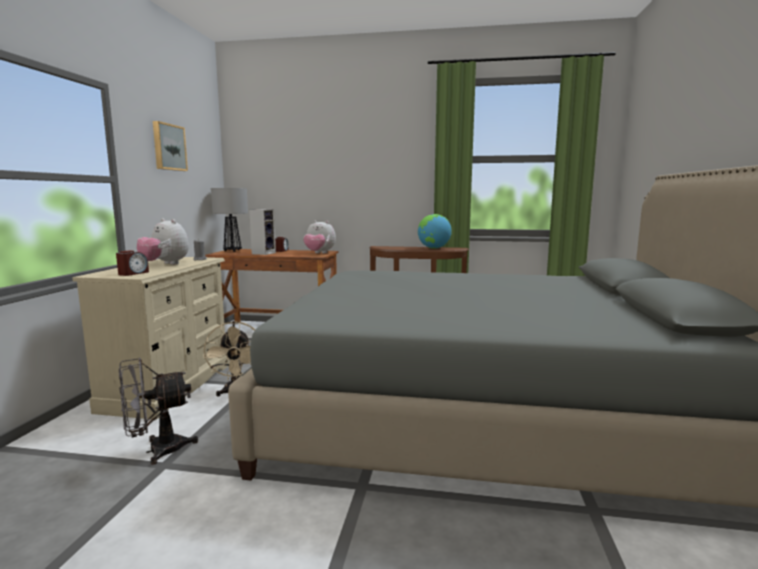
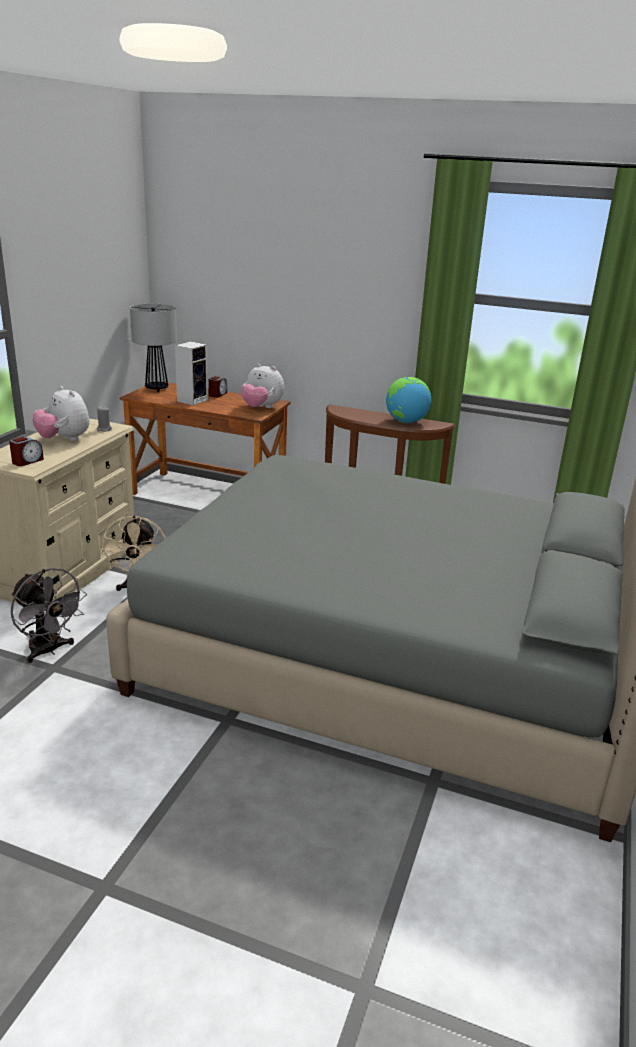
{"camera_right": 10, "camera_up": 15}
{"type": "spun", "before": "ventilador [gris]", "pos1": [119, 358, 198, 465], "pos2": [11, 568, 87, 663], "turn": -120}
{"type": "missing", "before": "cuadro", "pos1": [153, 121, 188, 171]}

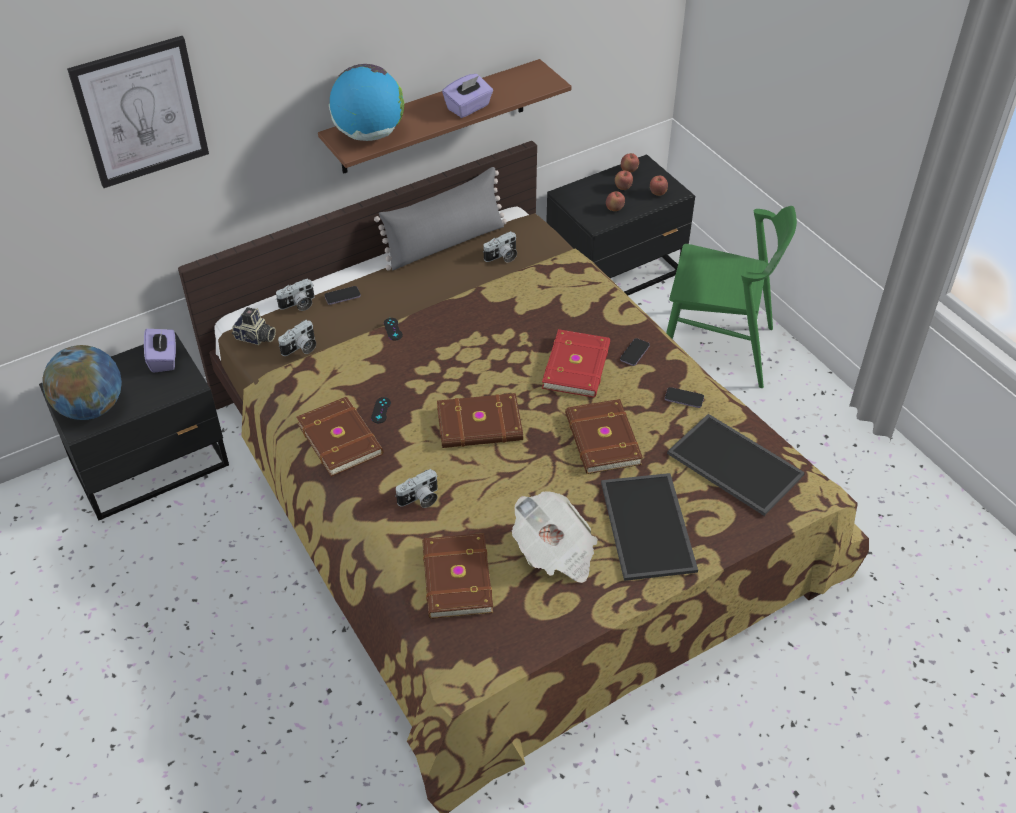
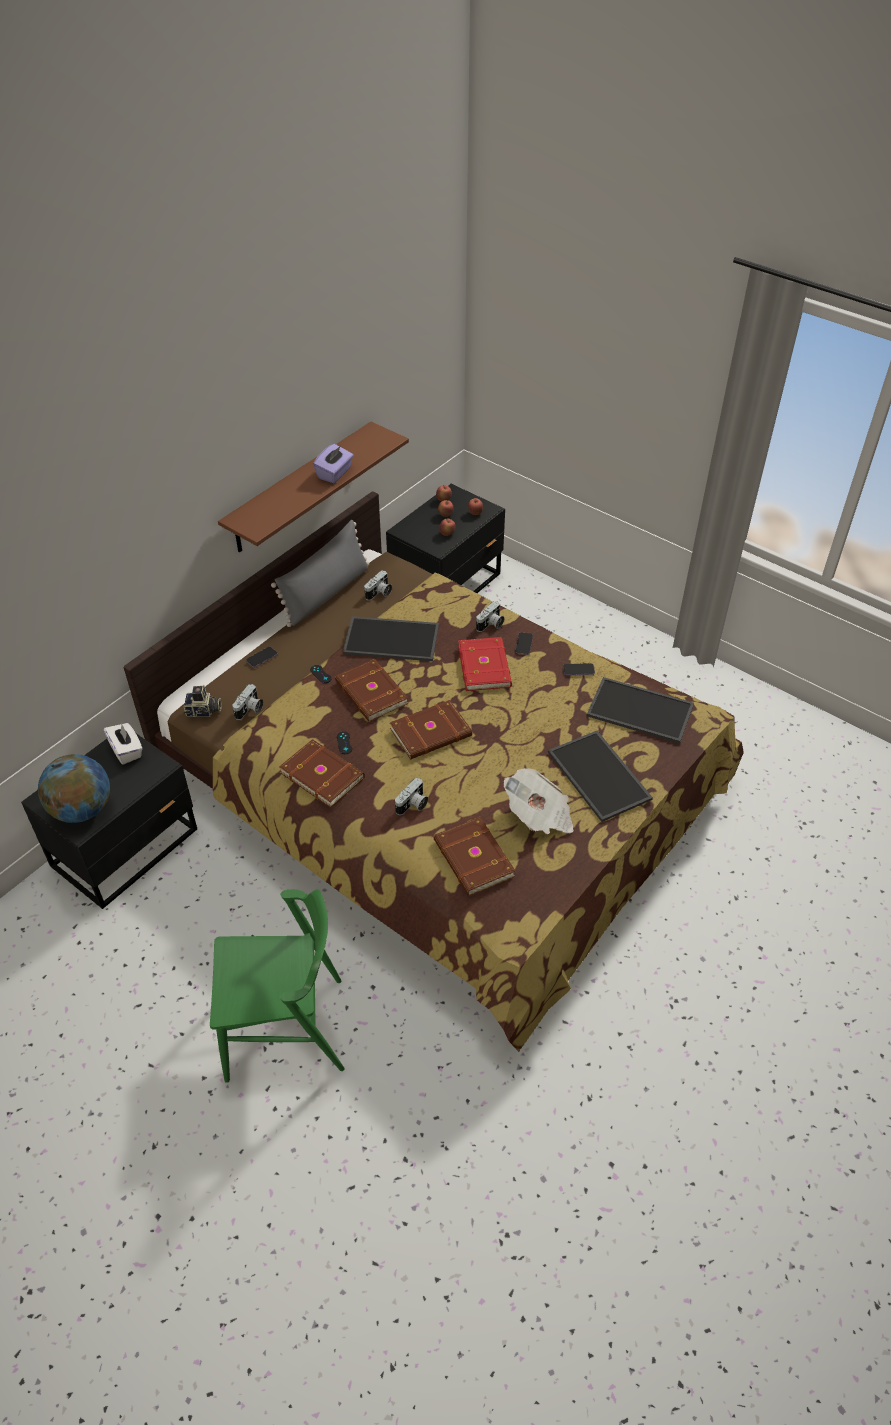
{"camera_right": -20, "camera_up": 0}
{"type": "colour", "before": "caja de pañuelos [morado]", "after": "caja de pañuelos [blanco]", "pos1": [144, 329, 176, 373], "pos2": [104, 723, 142, 765]}
{"type": "relocated", "before": "silla [verde]", "pos1": [666, 206, 797, 388], "pos2": [210, 889, 345, 1083]}
{"type": "relocated", "before": "libro [marrón]", "pos1": [565, 399, 643, 474], "pos2": [335, 659, 408, 722]}
{"type": "appeared", "after": "bandeja", "pos2": [343, 616, 439, 661]}
{"type": "relocated", "before": "cámara", "pos1": [276, 278, 315, 311], "pos2": [476, 601, 504, 632]}
{"type": "missing", "before": "cuadro", "pos1": [67, 36, 209, 188]}
{"type": "missing", "before": "globo terráqueo", "pos1": [329, 64, 404, 141]}

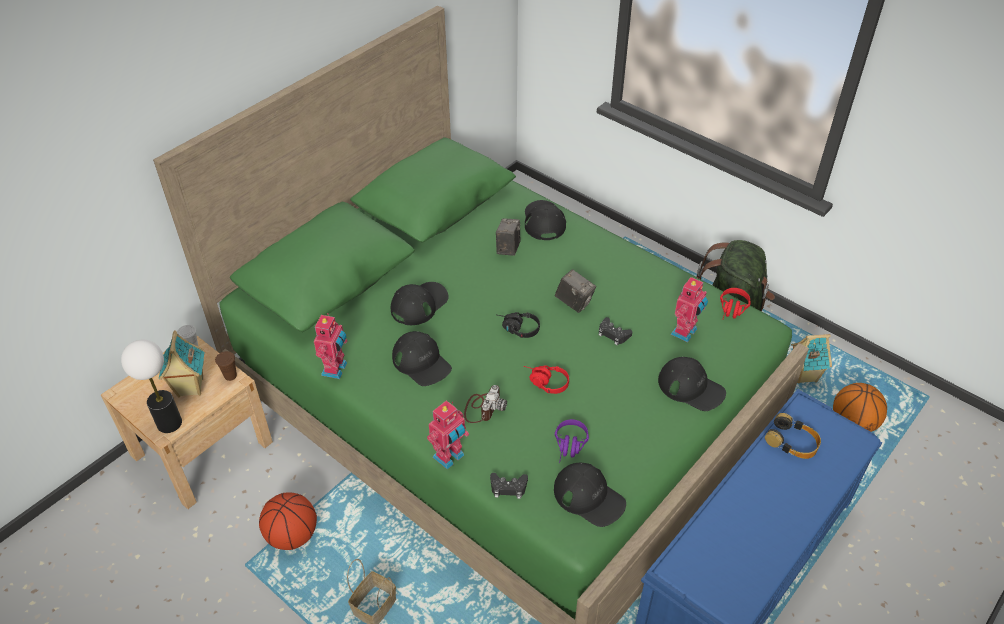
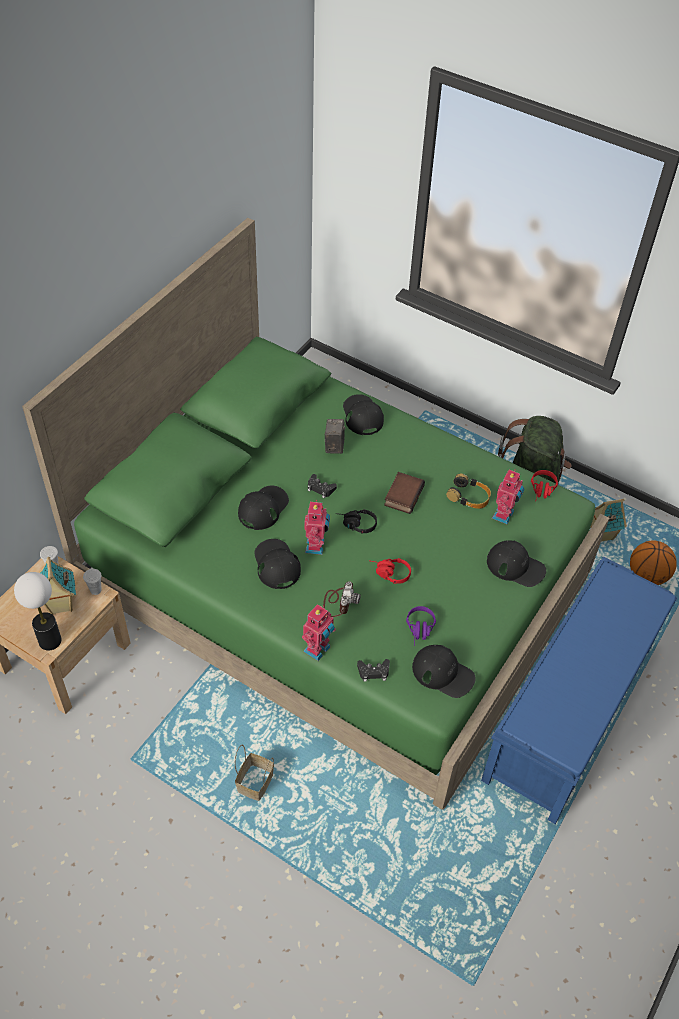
{"camera_right": -10, "camera_up": 5}
{"type": "colour", "before": "taza [marrón]", "after": "taza [blanco]", "pos1": [215, 351, 237, 381], "pos2": [83, 569, 102, 595]}
{"type": "spun", "before": "gorra [negro]", "pos1": [392, 331, 452, 386], "pos2": [254, 539, 301, 589], "turn": -150}
{"type": "relocated", "before": "robot de juguete", "pos1": [314, 313, 348, 379], "pos2": [305, 500, 330, 555]}
{"type": "relocated", "before": "mando de consola [negro]", "pos1": [599, 317, 632, 345], "pos2": [308, 474, 337, 498]}
{"type": "exchanged", "before": "cámara", "after": "libro", "pos1": [555, 269, 596, 313], "pos2": [384, 472, 425, 514]}
{"type": "relocated", "before": "auriculares", "pos1": [765, 413, 821, 459], "pos2": [446, 474, 491, 509]}
{"type": "missing", "before": "balón de baloncesto", "pos1": [259, 492, 317, 550]}

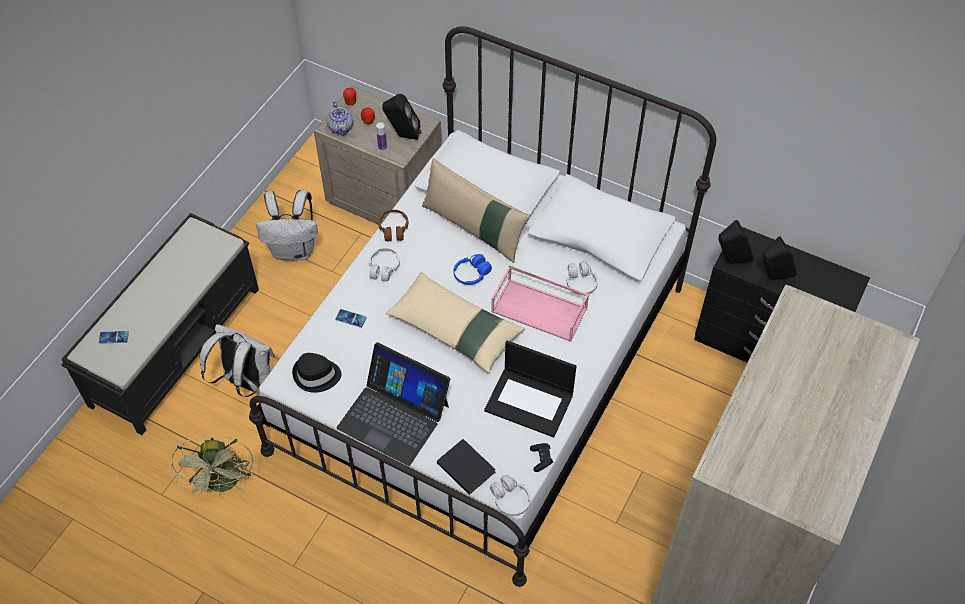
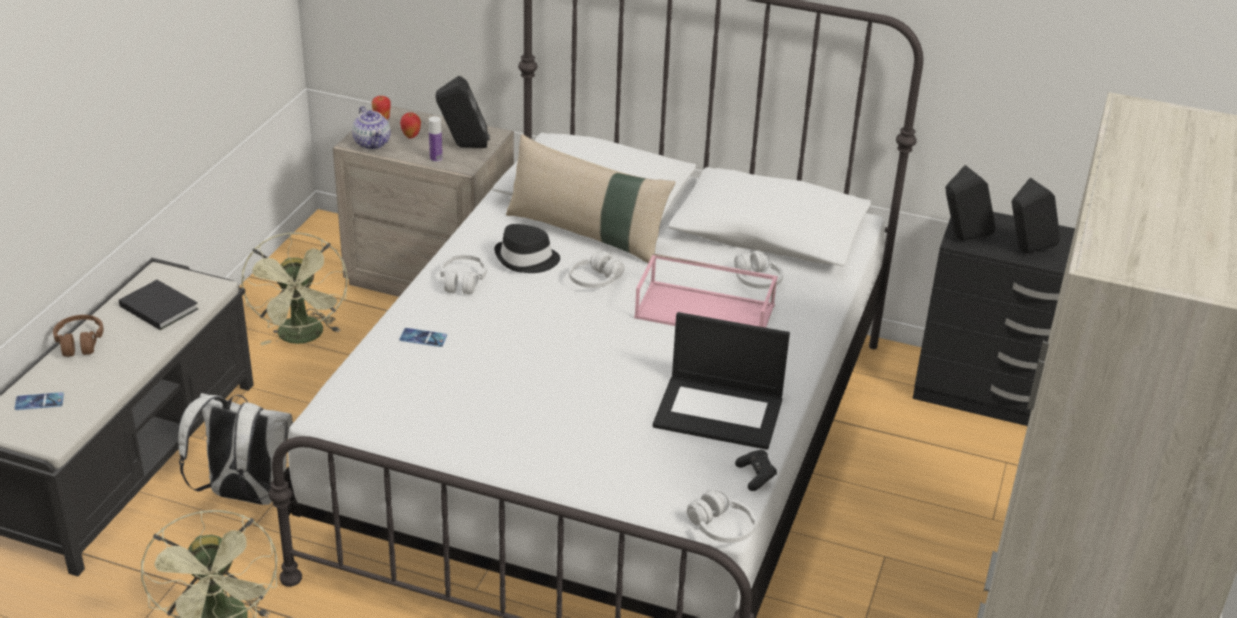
{"camera_right": -10, "camera_up": -20}
{"type": "relocated", "before": "auriculares [marrón]", "pos1": [378, 210, 408, 242], "pos2": [53, 315, 104, 357]}
{"type": "relocated", "before": "libro [negro]", "pos1": [437, 439, 496, 495], "pos2": [119, 280, 198, 330]}
{"type": "exchanged", "before": "mochila [blanco]", "after": "ventilador [verde]", "pos1": [256, 190, 318, 261], "pos2": [241, 232, 348, 345]}
{"type": "relocated", "before": "sombrero [negro]", "pos1": [292, 353, 341, 393], "pos2": [494, 224, 560, 273]}
{"type": "colour", "before": "auriculares [azul]", "after": "auriculares [blanco]", "pos1": [454, 254, 492, 285], "pos2": [569, 251, 625, 288]}
{"type": "missing", "before": "portátil", "pos1": [337, 342, 450, 466]}
{"type": "missing", "before": "cojín [beis]", "pos1": [386, 272, 525, 373]}

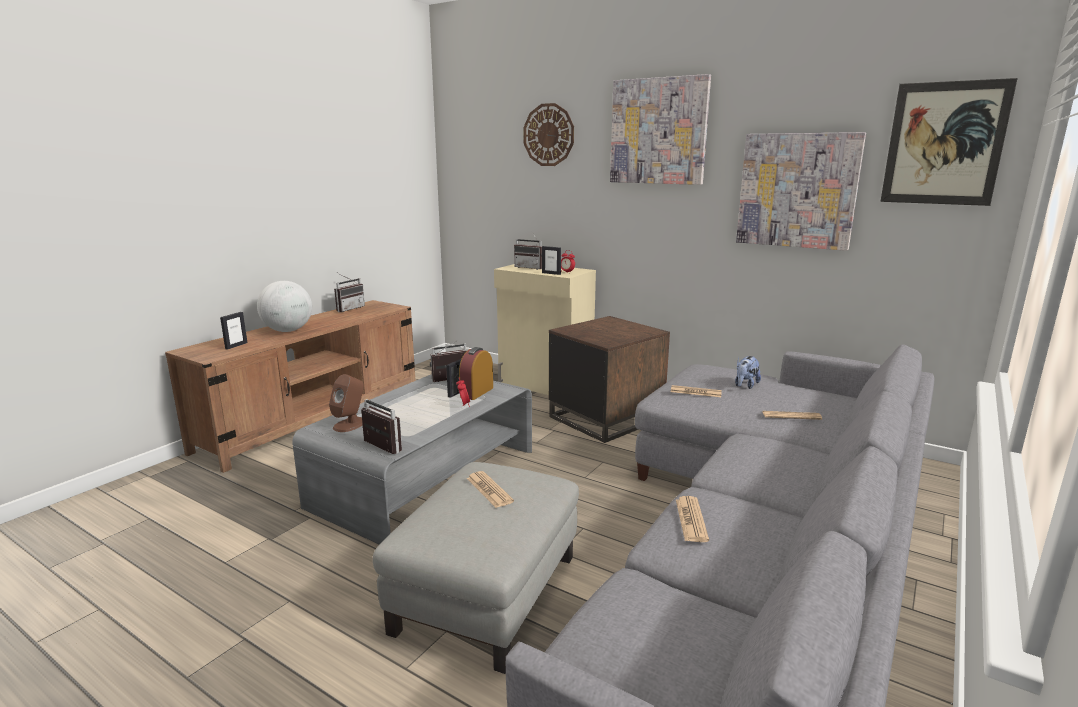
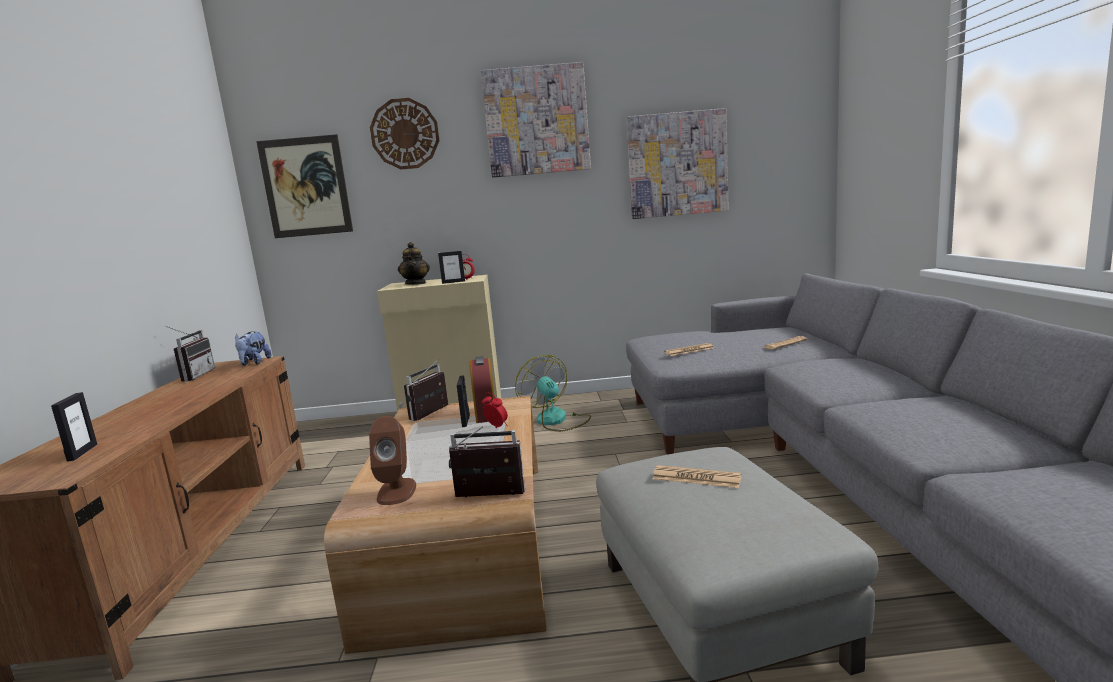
{"camera_right": -35, "camera_up": -5}
{"type": "relocated", "before": "peluche", "pos1": [735, 356, 761, 389], "pos2": [235, 331, 271, 366]}
{"type": "relocated", "before": "cuadro", "pos1": [880, 78, 1018, 206], "pos2": [256, 134, 353, 238]}
{"type": "colour", "before": "mesa de centro [gris]", "after": "mesa de centro [marrón]", "pos1": [292, 374, 532, 544], "pos2": [324, 396, 547, 654]}
{"type": "exchanged", "before": "radio", "after": "tetera", "pos1": [514, 232, 542, 270], "pos2": [398, 242, 430, 285]}
{"type": "exchanged", "before": "mesa auxiliar [marrón]", "after": "ventilador", "pos1": [549, 316, 670, 443], "pos2": [515, 355, 591, 432]}
{"type": "missing", "before": "globo terráqueo", "pos1": [257, 281, 312, 332]}
{"type": "missing", "before": "periódico", "pos1": [676, 496, 709, 542]}

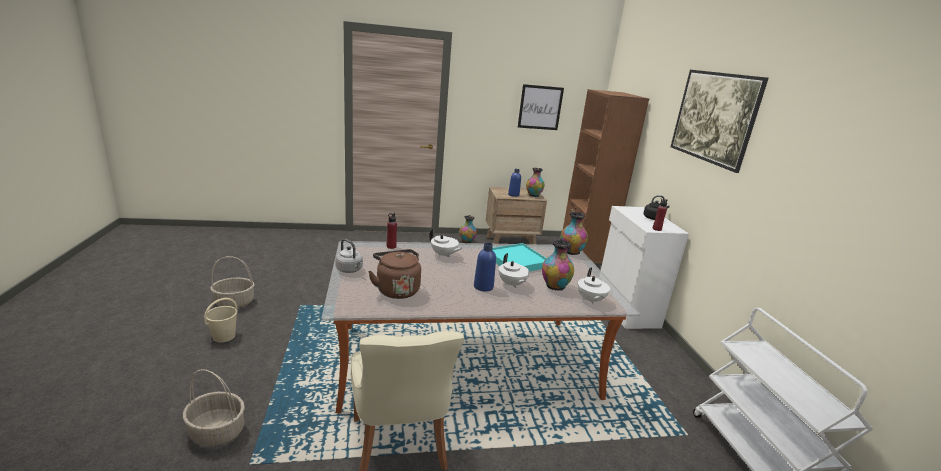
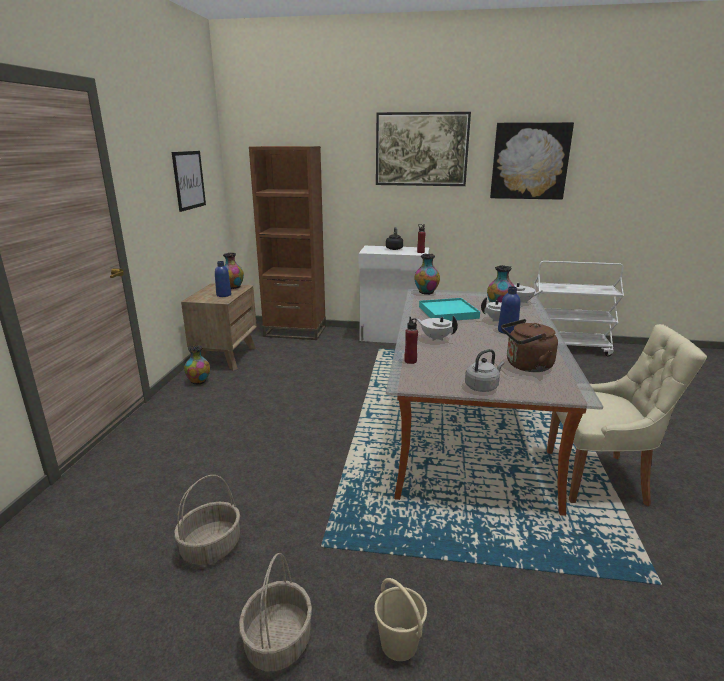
{"camera_right": -70, "camera_up": 0}
{"type": "relocated", "before": "cesta", "pos1": [183, 369, 245, 446], "pos2": [174, 475, 240, 565]}
{"type": "spun", "before": "tetera [blanco]", "pos1": [429, 229, 463, 258], "pos2": [416, 316, 458, 341], "turn": -105}
{"type": "appeared", "after": "cuadro", "pos2": [490, 122, 574, 200]}

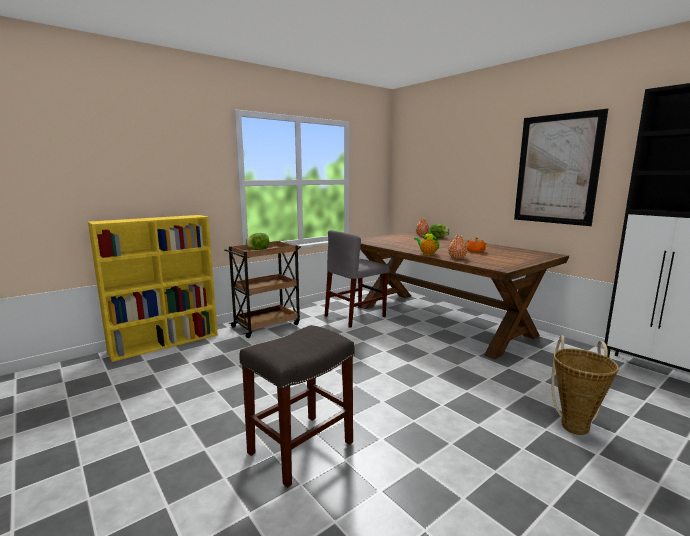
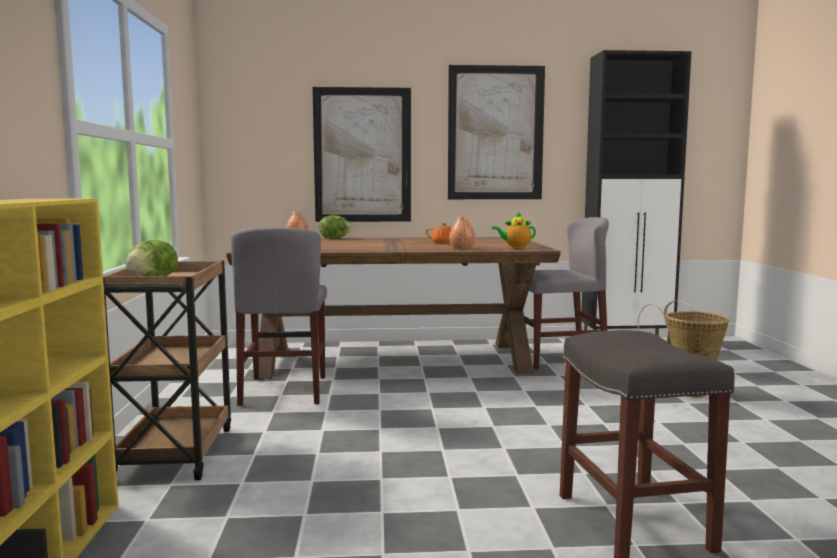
{"camera_right": -55, "camera_up": -5}
{"type": "appeared", "after": "cuadro", "pos2": [312, 87, 411, 222]}
{"type": "relocated", "before": "tetera", "pos1": [414, 230, 439, 255], "pos2": [492, 212, 536, 249]}
{"type": "appeared", "after": "silla [gris]", "pos2": [524, 217, 609, 369]}

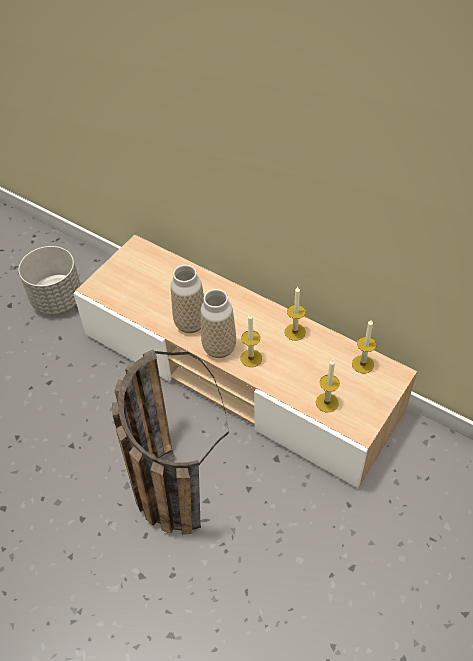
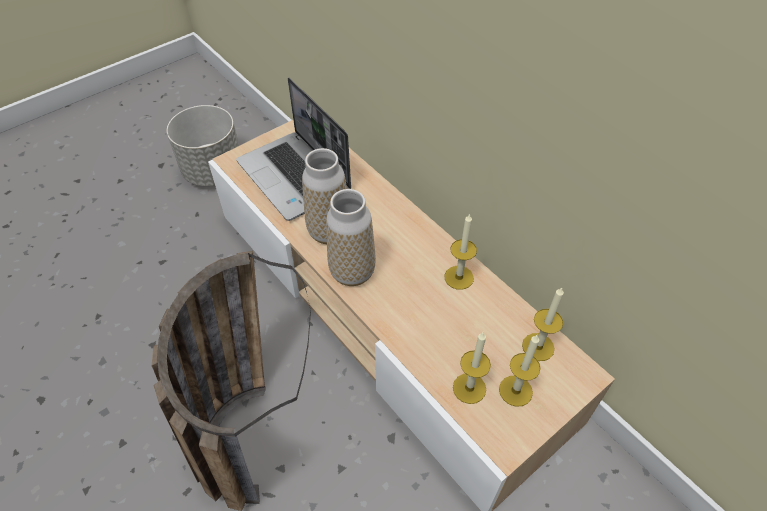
{"camera_right": 15, "camera_up": 0}
{"type": "appeared", "after": "portátil", "pos2": [236, 77, 351, 221]}
{"type": "relocated", "before": "vela", "pos1": [240, 313, 262, 367], "pos2": [499, 335, 541, 407]}

